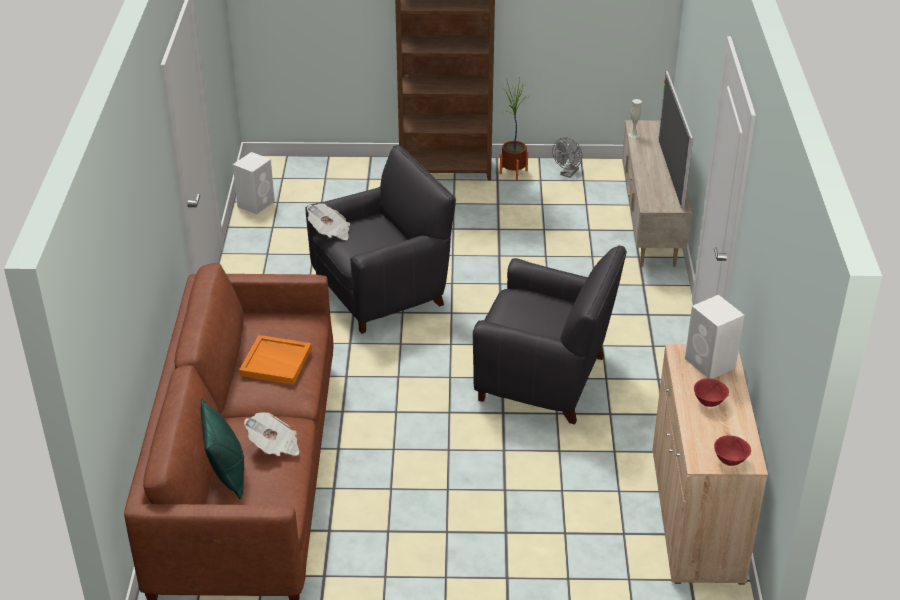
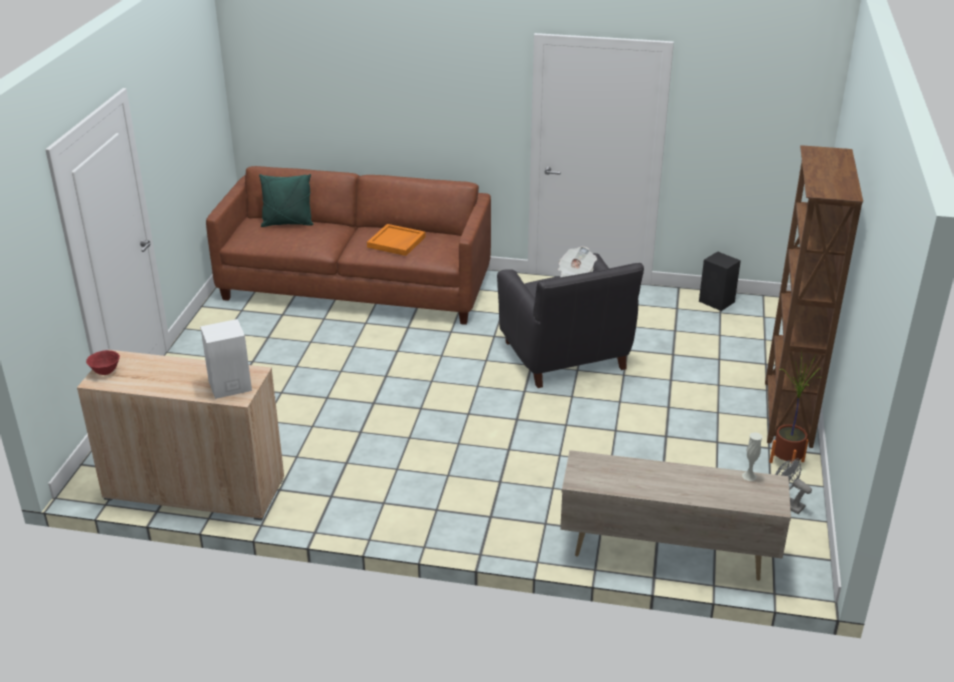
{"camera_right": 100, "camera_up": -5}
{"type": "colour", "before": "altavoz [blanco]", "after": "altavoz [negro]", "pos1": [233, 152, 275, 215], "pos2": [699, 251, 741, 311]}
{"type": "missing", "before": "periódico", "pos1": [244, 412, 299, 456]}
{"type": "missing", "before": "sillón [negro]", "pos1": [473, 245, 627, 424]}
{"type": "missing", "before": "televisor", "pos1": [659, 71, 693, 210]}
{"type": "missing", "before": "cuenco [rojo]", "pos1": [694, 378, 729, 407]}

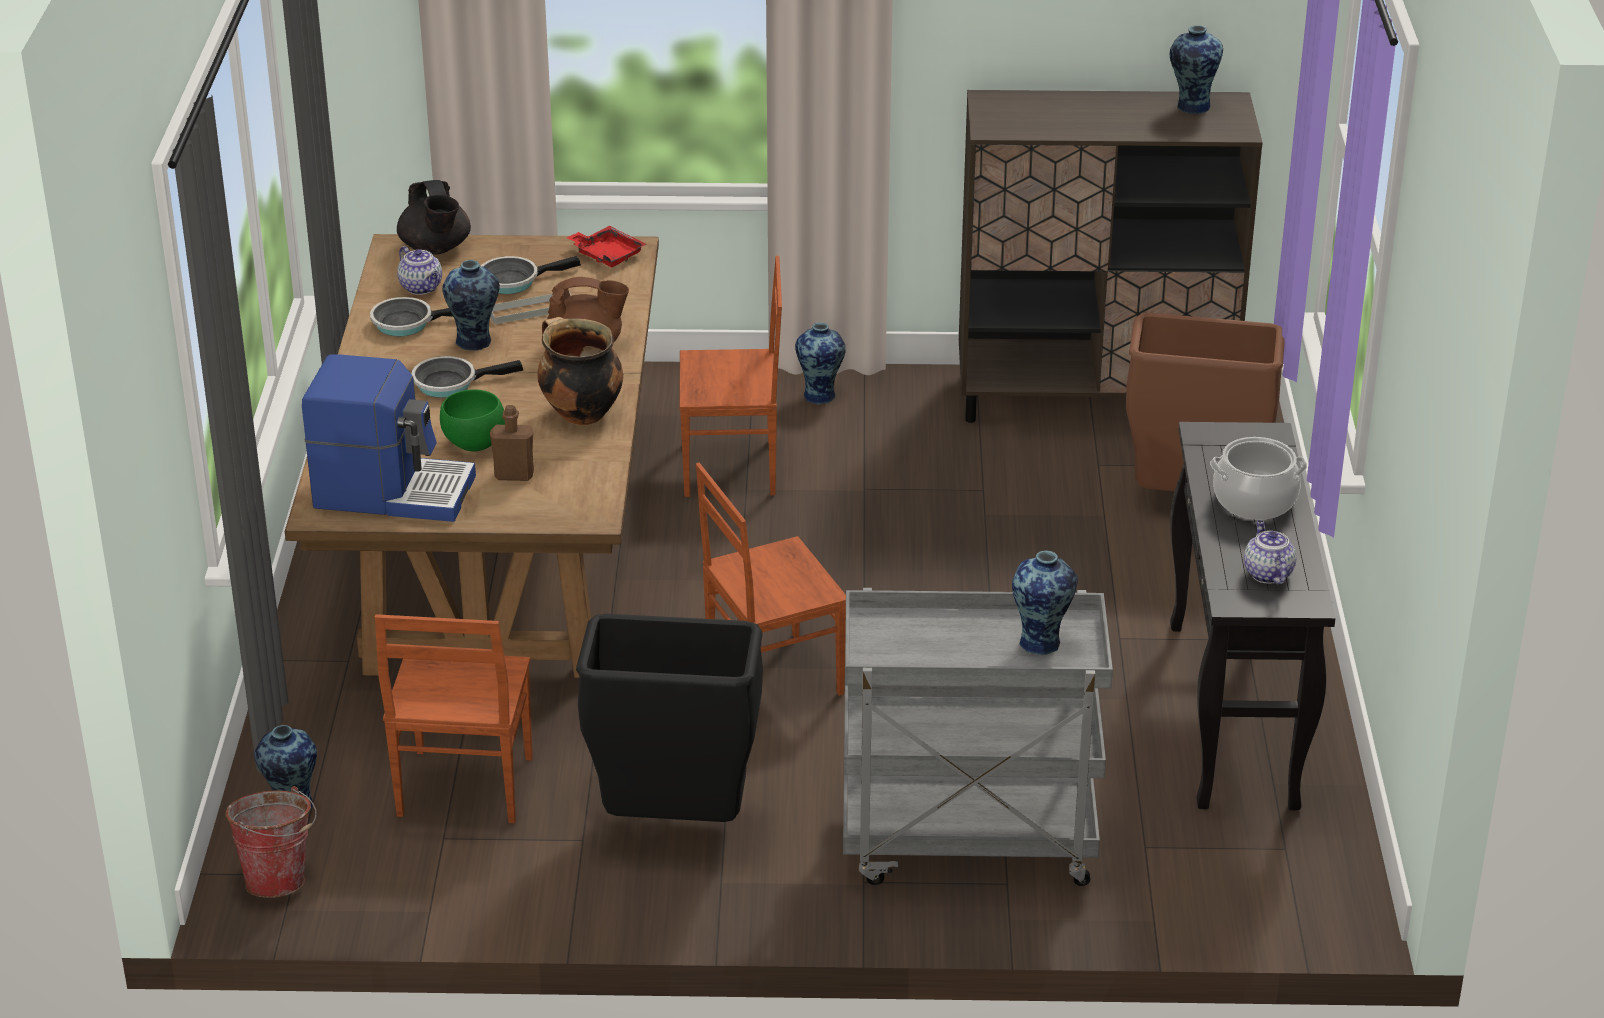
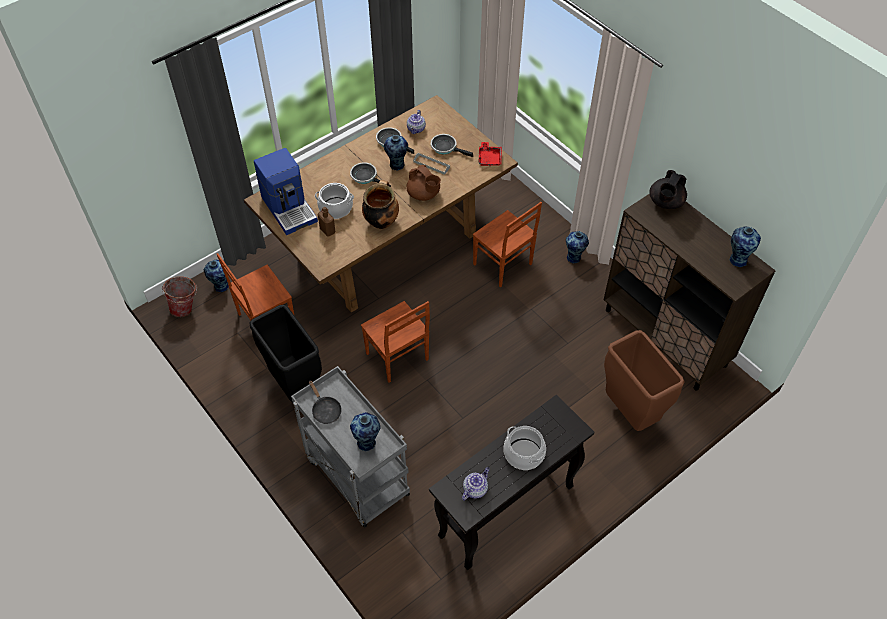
{"camera_right": 50, "camera_up": 20}
{"type": "appeared", "after": "sartén [negro]", "pos2": [309, 381, 341, 424]}
{"type": "exchanged", "before": "cuenco [verde]", "after": "olla", "pos1": [440, 389, 505, 452], "pos2": [315, 183, 354, 219]}
{"type": "spun", "before": "silla [marrón]", "pos1": [696, 463, 846, 696], "pos2": [361, 301, 430, 383], "turn": -150}
{"type": "relocated", "before": "tetera [negro]", "pos1": [397, 180, 471, 254], "pos2": [649, 170, 687, 209]}

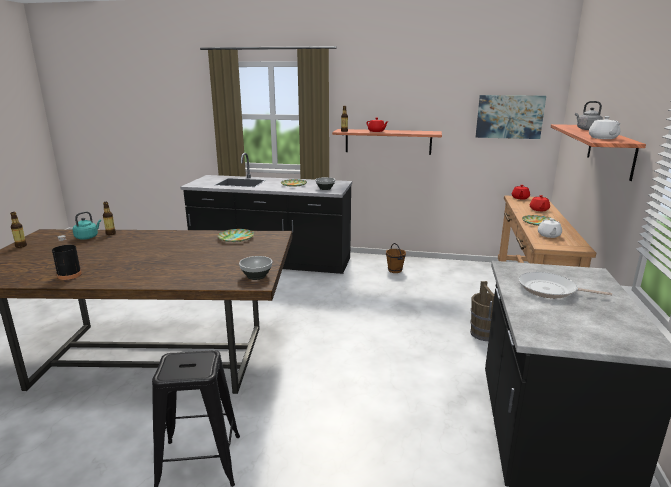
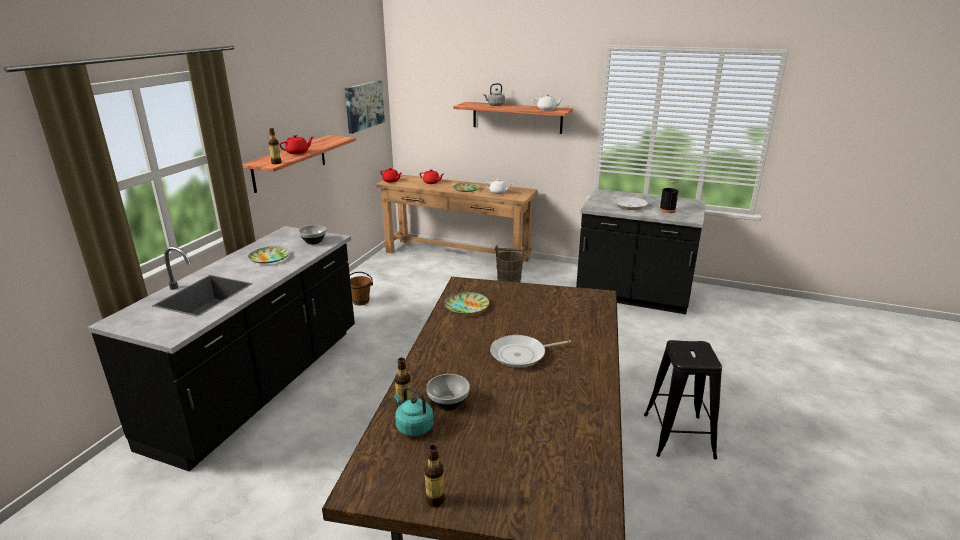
{"camera_right": -80, "camera_up": 5}
{"type": "relocated", "before": "cuenco", "pos1": [239, 256, 272, 280], "pos2": [426, 374, 470, 411]}
{"type": "appeared", "after": "sartén", "pos2": [490, 335, 571, 368]}
{"type": "relocated", "before": "botella [negro]", "pos1": [52, 235, 82, 280], "pos2": [660, 181, 678, 213]}

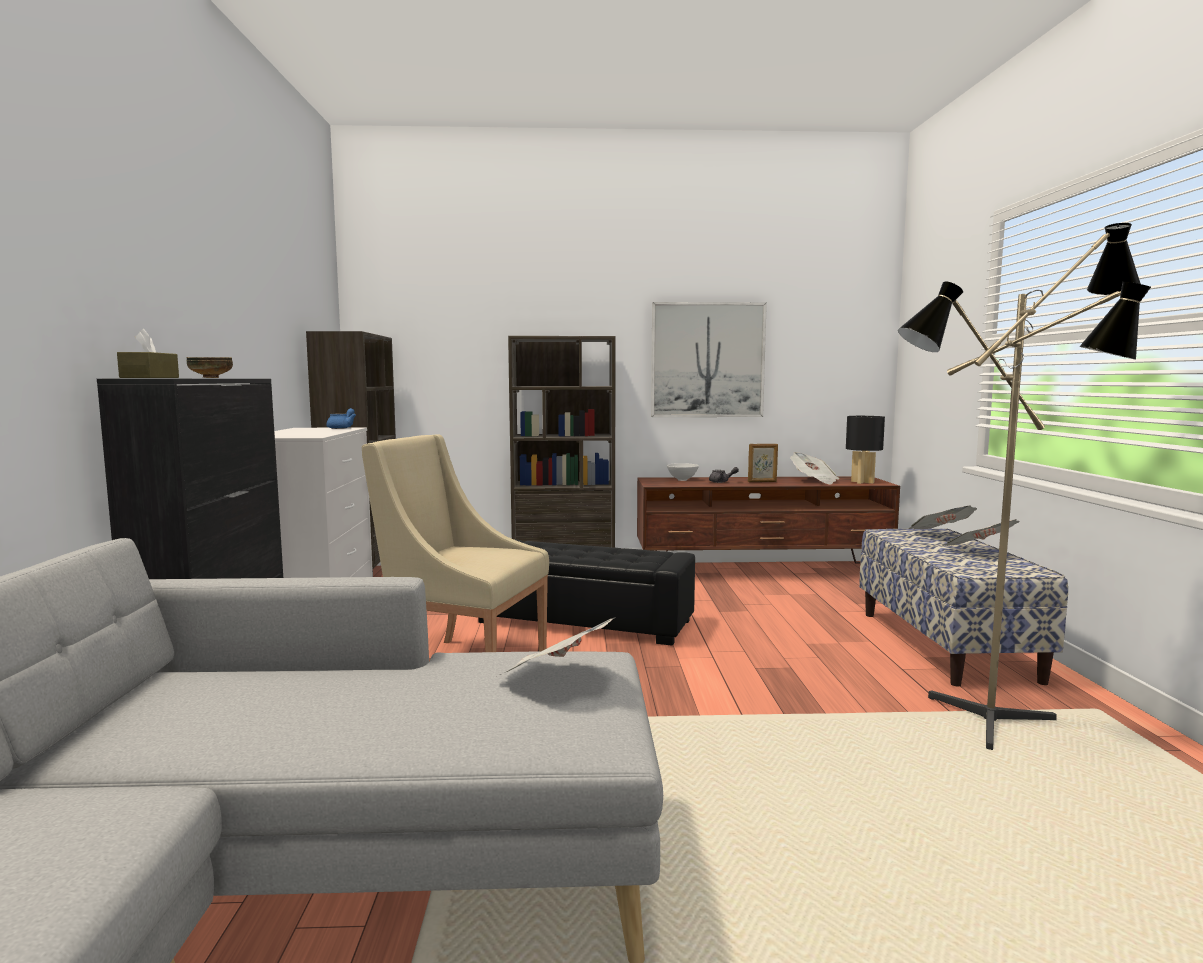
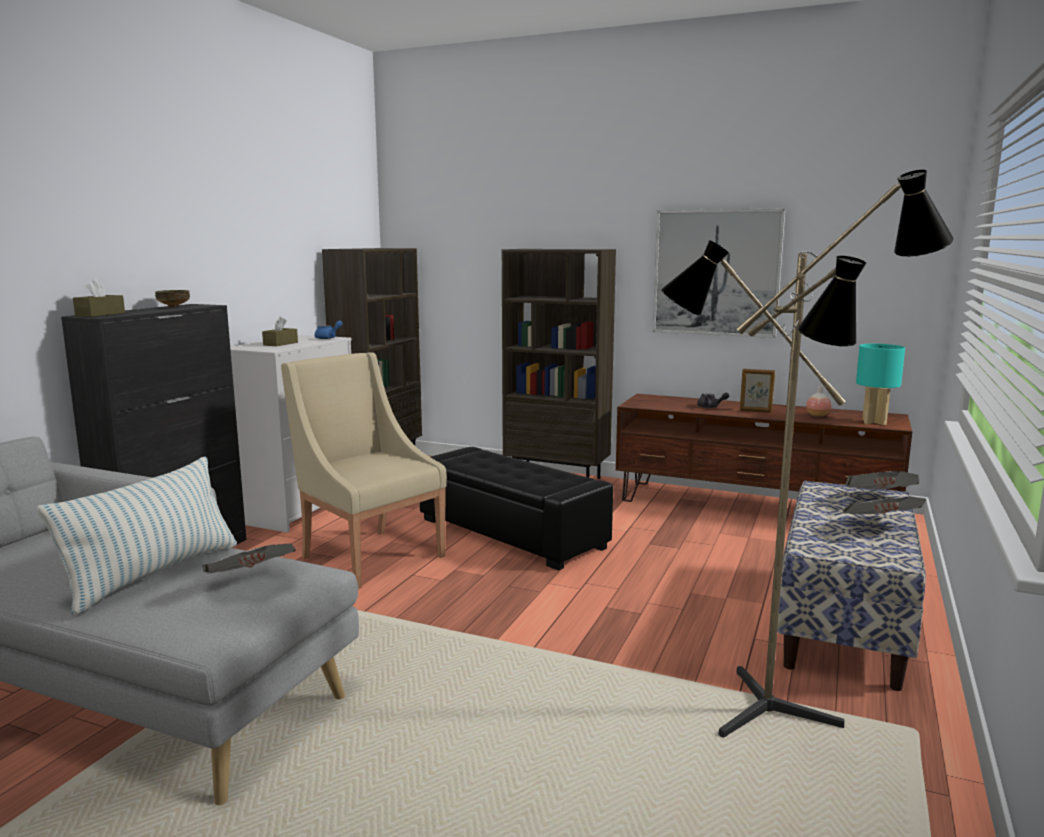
{"camera_right": 25, "camera_up": 5}
{"type": "appeared", "after": "cojín", "pos2": [37, 456, 237, 615]}
{"type": "appeared", "after": "caja de pañuelos [marrón]", "pos2": [262, 317, 298, 346]}
{"type": "exchanged", "before": "periódico", "after": "florero", "pos1": [790, 452, 839, 485], "pos2": [806, 385, 831, 417]}
{"type": "colour", "before": "lámpara de mesa [negro]", "after": "lámpara de mesa [turquesa]", "pos1": [846, 416, 885, 484], "pos2": [856, 344, 905, 425]}
{"type": "missing", "before": "cuenco [blanco]", "pos1": [667, 463, 699, 481]}

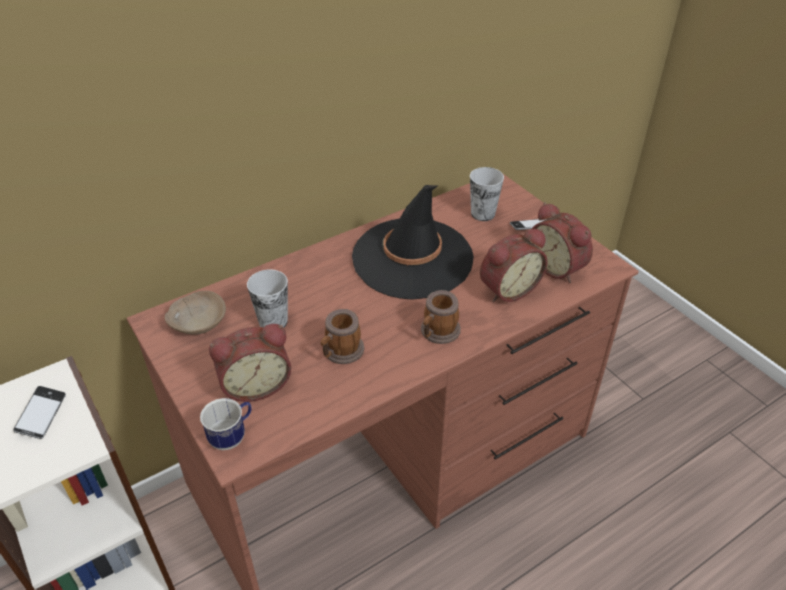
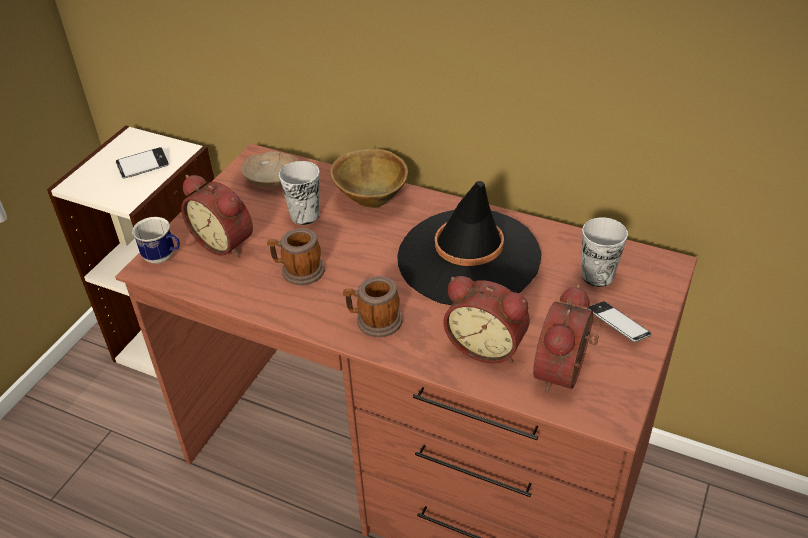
{"camera_right": 60, "camera_up": 0}
{"type": "appeared", "after": "cuenco [marrón]", "pos2": [330, 149, 408, 208]}

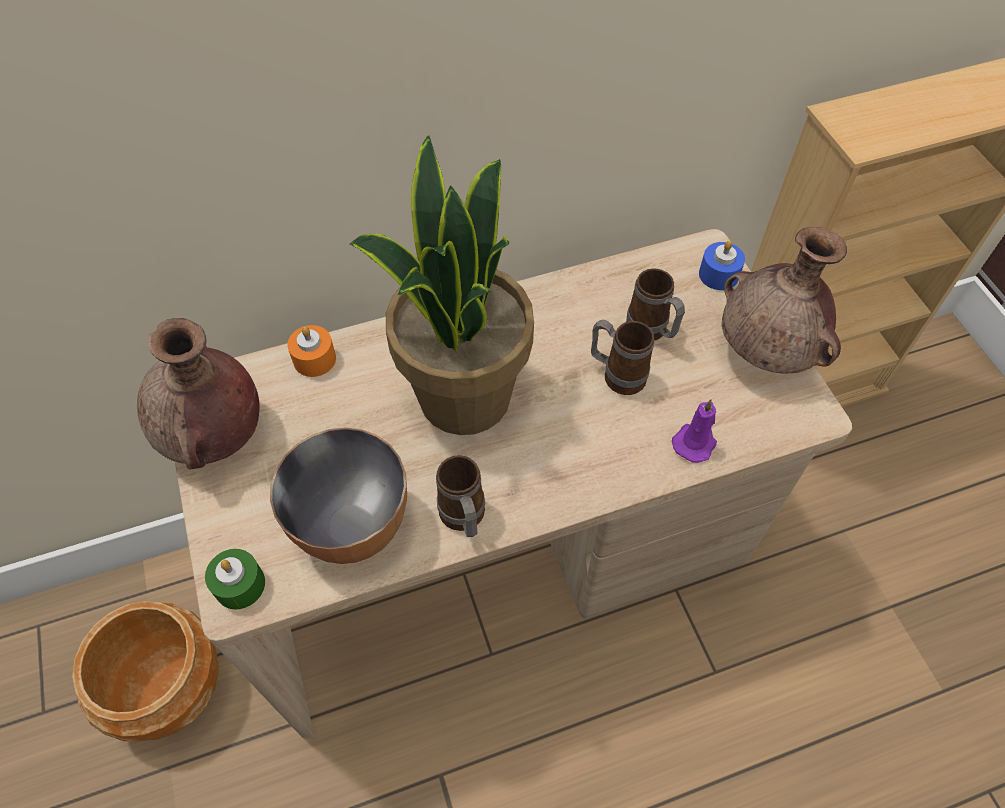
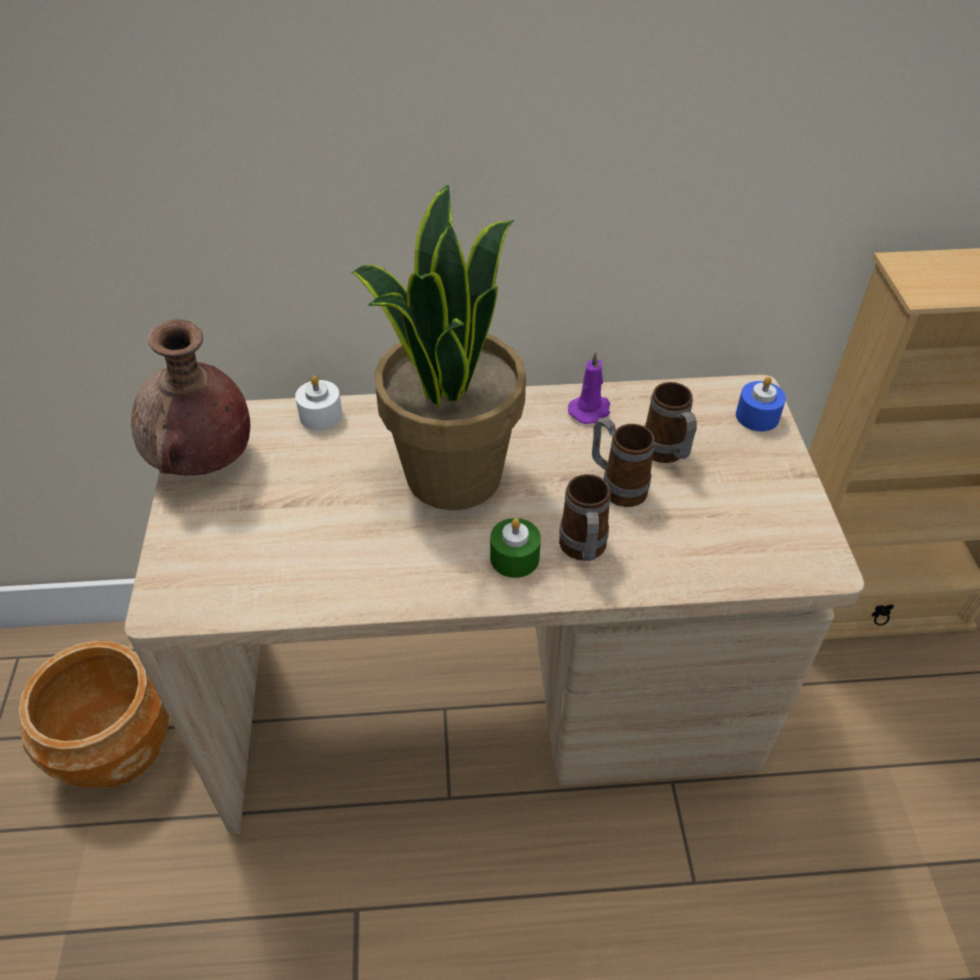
{"camera_right": 15, "camera_up": -10}
{"type": "colour", "before": "vela [naranja]", "after": "vela [blanco]", "pos1": [287, 325, 336, 377], "pos2": [295, 376, 343, 431]}
{"type": "relocated", "before": "vela [verde]", "pos1": [205, 549, 265, 610], "pos2": [490, 518, 541, 578]}
{"type": "relocated", "before": "taza grande", "pos1": [436, 455, 485, 537], "pos2": [559, 474, 611, 561]}
{"type": "relocated", "before": "vela [morado]", "pos1": [672, 399, 717, 463], "pos2": [568, 351, 610, 424]}
{"type": "missing", "before": "cuenco", "pos1": [270, 427, 407, 564]}
{"type": "missing", "before": "florero [marrón]", "pos1": [722, 227, 847, 374]}

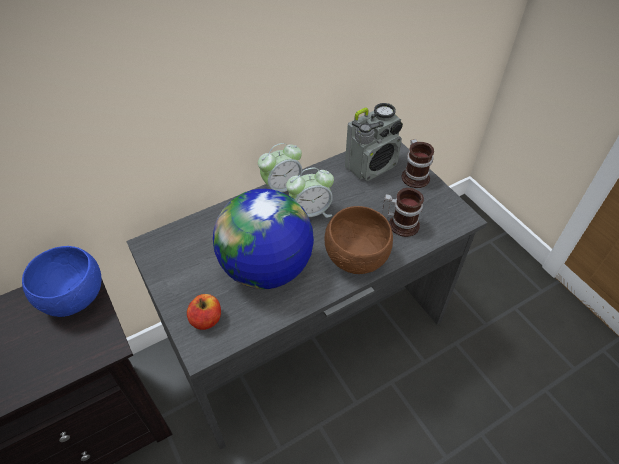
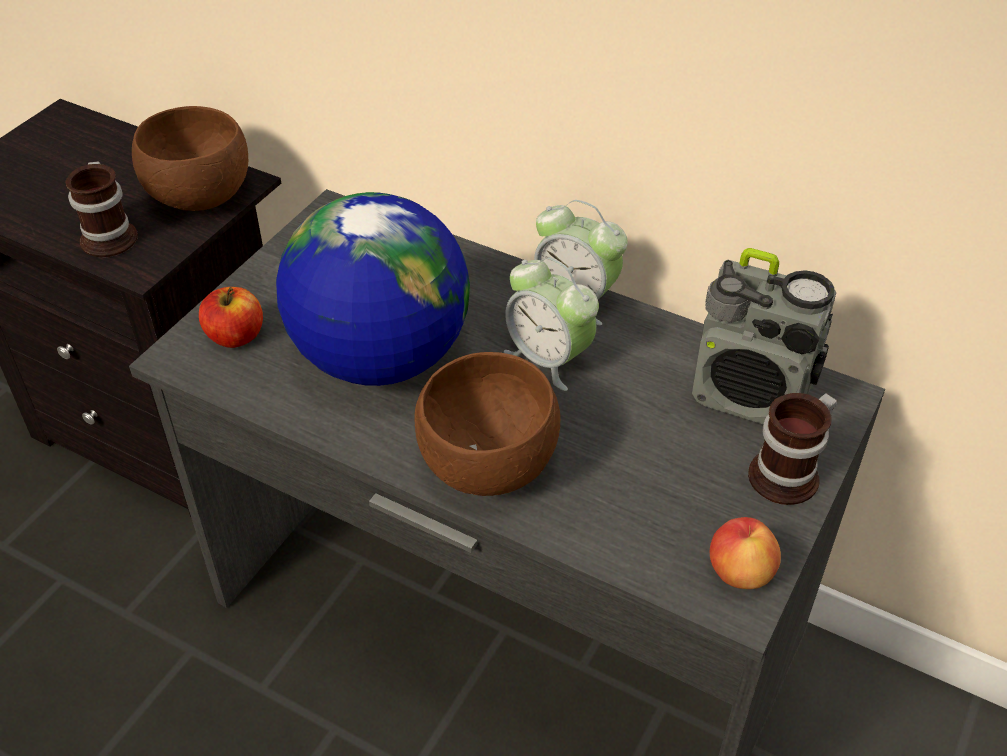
{"camera_right": 60, "camera_up": -5}
{"type": "relocated", "before": "taza grande", "pos1": [382, 188, 424, 237], "pos2": [65, 161, 138, 257]}
{"type": "colour", "before": "cuenco [azul]", "after": "cuenco [marrón]", "pos1": [22, 246, 101, 317], "pos2": [132, 106, 248, 211]}
{"type": "appeared", "after": "manzana", "pos2": [710, 517, 781, 589]}

